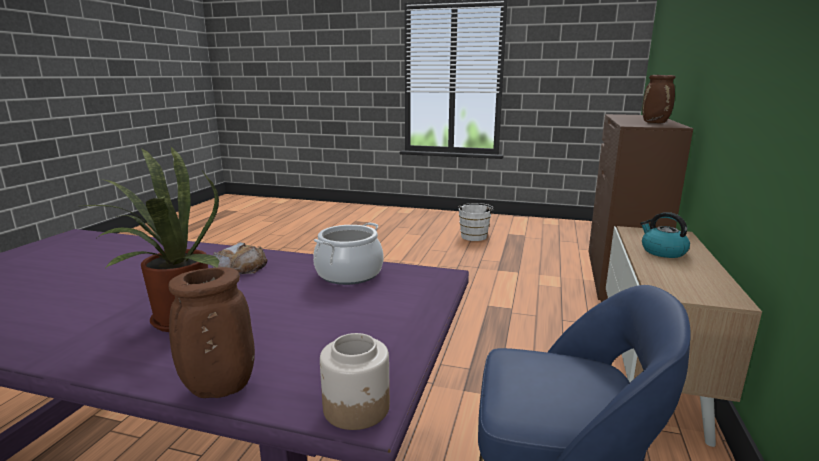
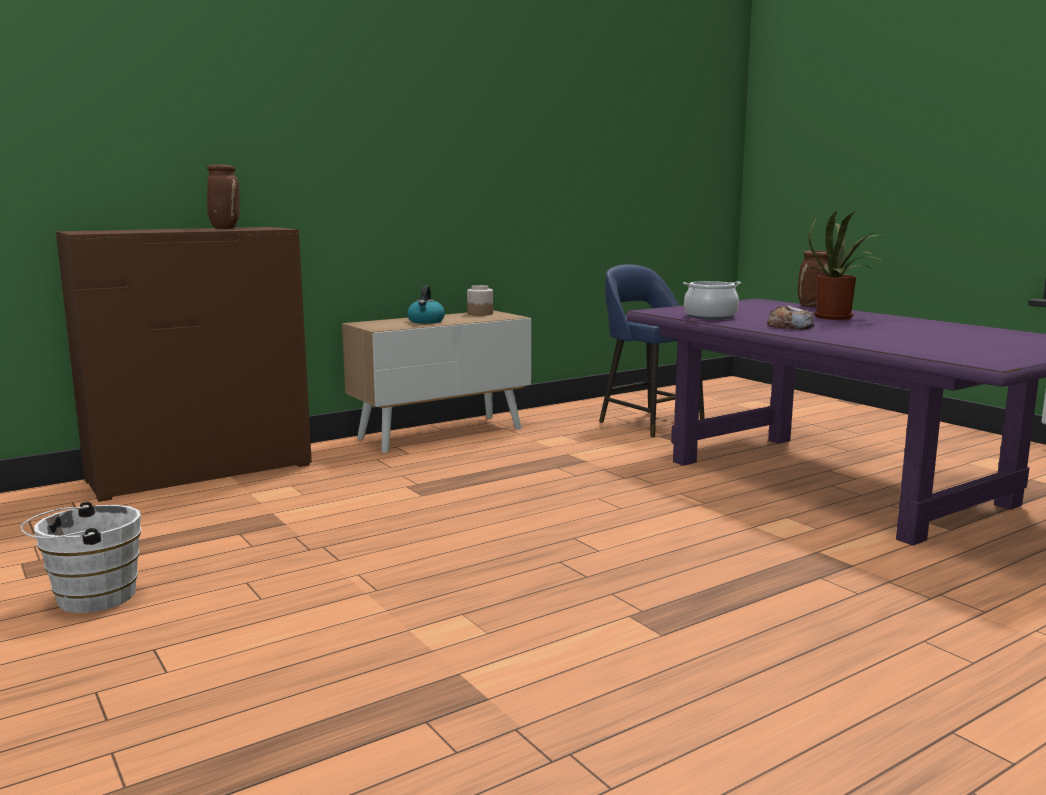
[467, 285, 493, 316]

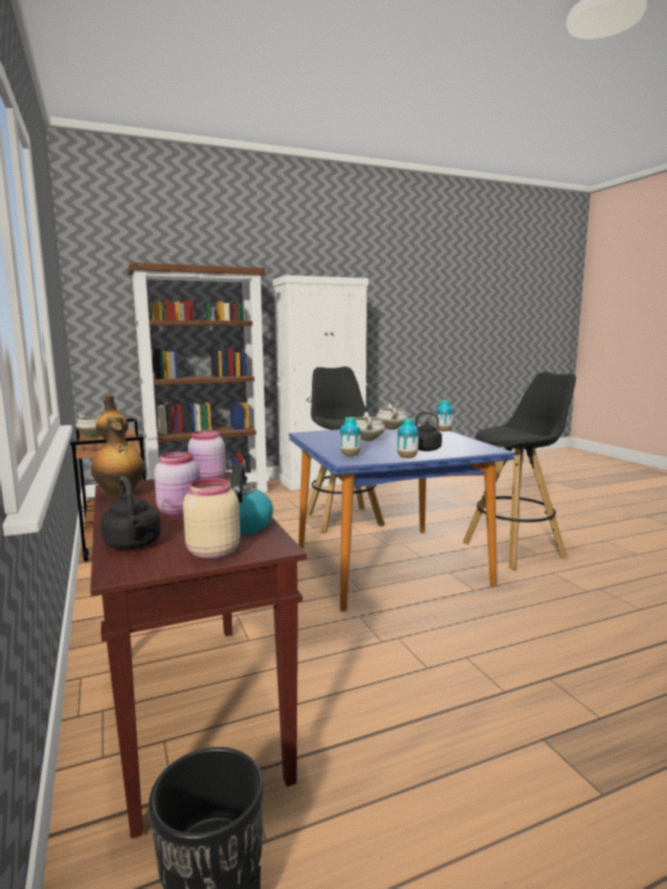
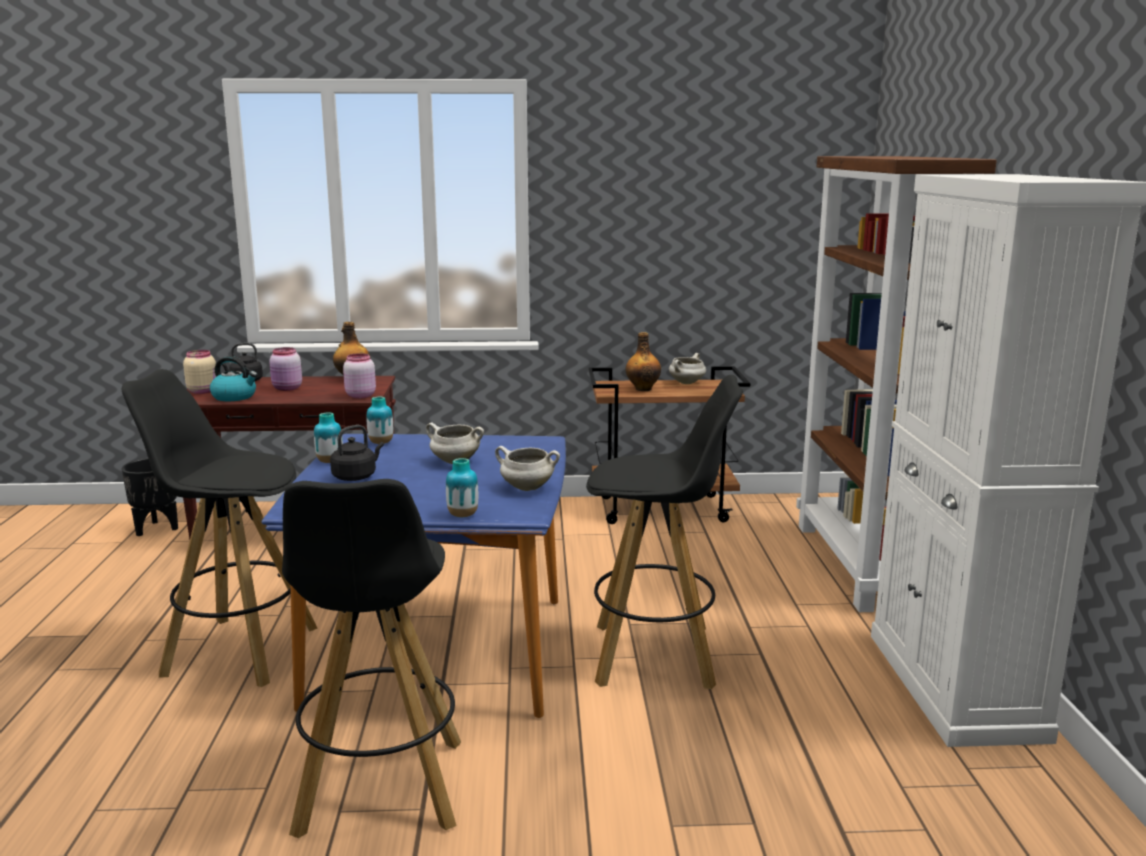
[122, 369, 318, 687]

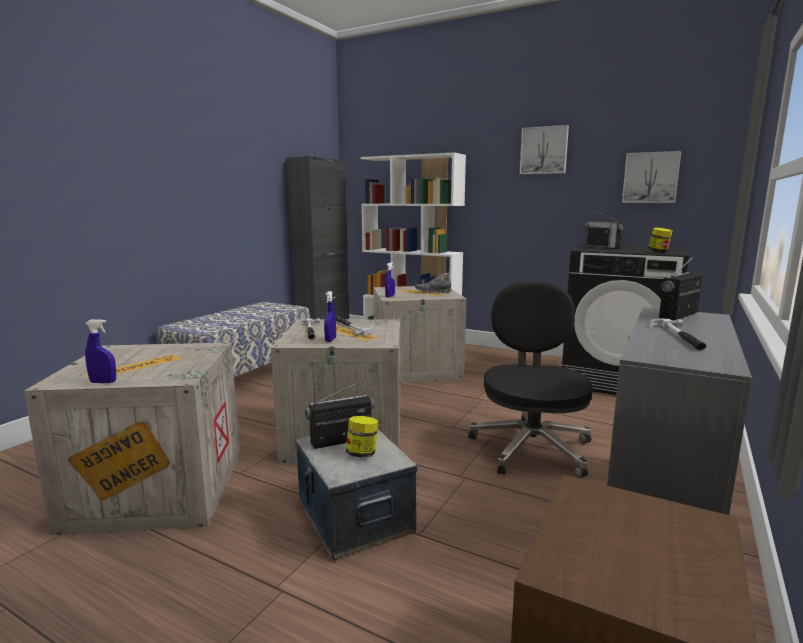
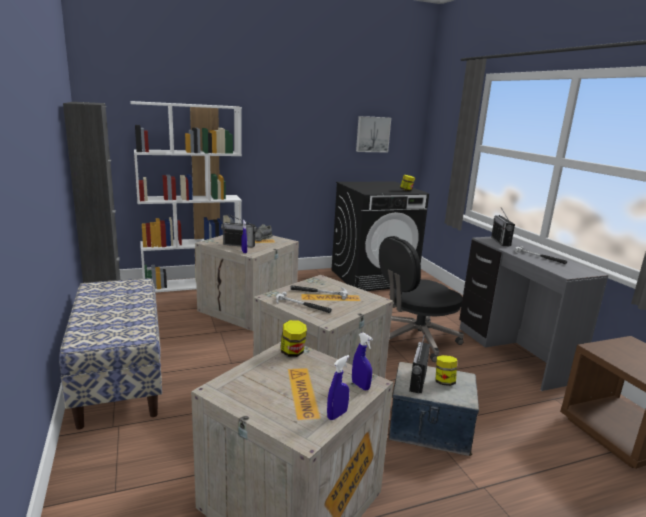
[221, 214, 257, 248]
[280, 320, 307, 357]
[352, 333, 373, 390]
[379, 236, 464, 362]
[520, 125, 569, 174] (first image)

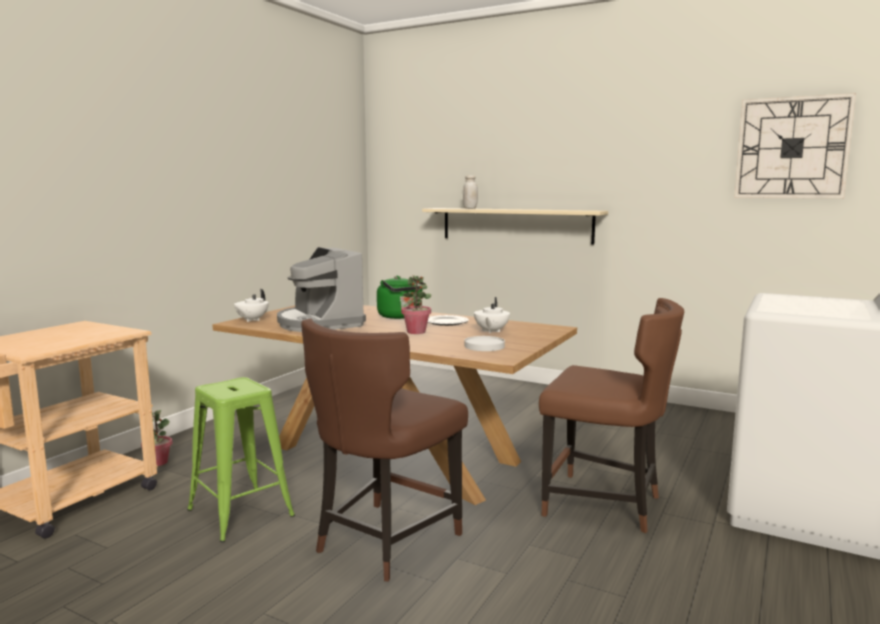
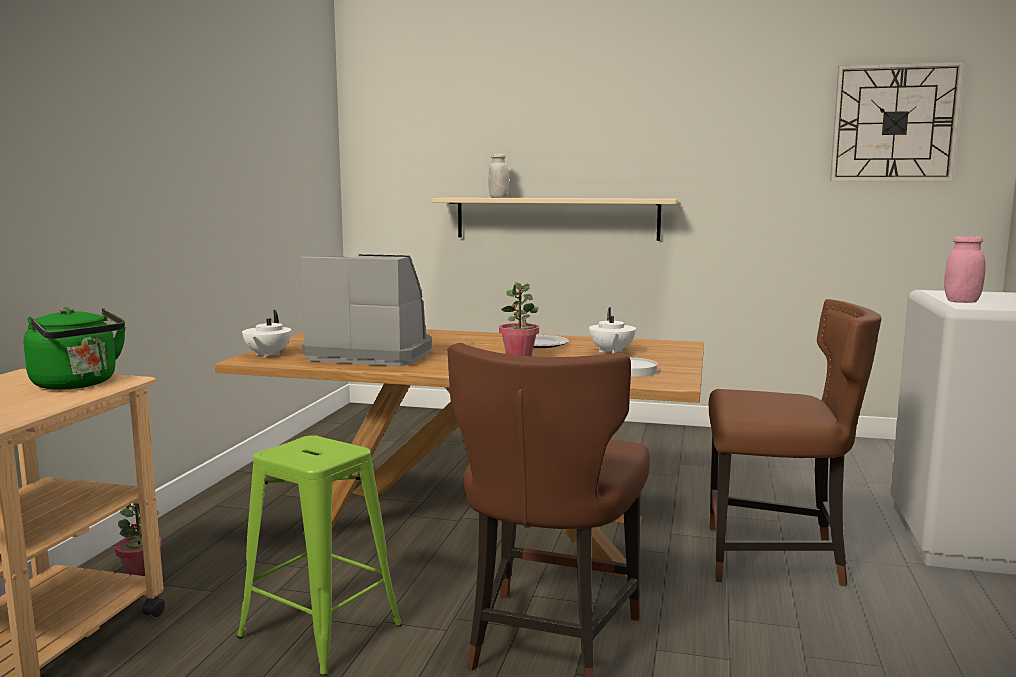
[24, 307, 126, 390]
[300, 254, 432, 366]
[944, 236, 986, 303]

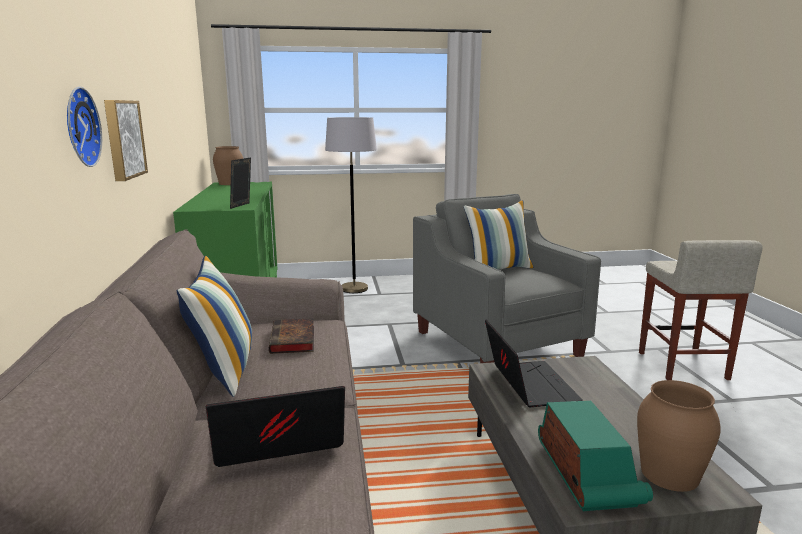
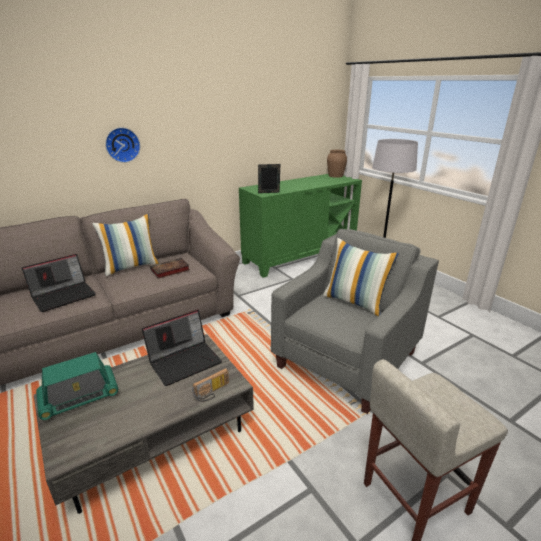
[22, 254, 96, 312]
[192, 368, 229, 402]
[104, 100, 148, 181] (first image)
[637, 380, 721, 492] (first image)

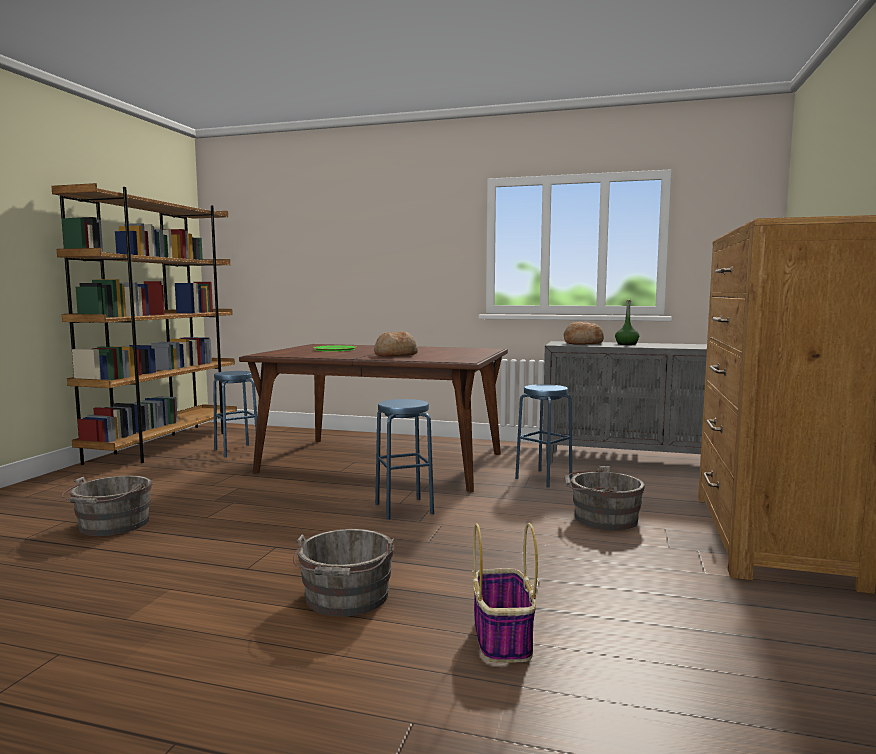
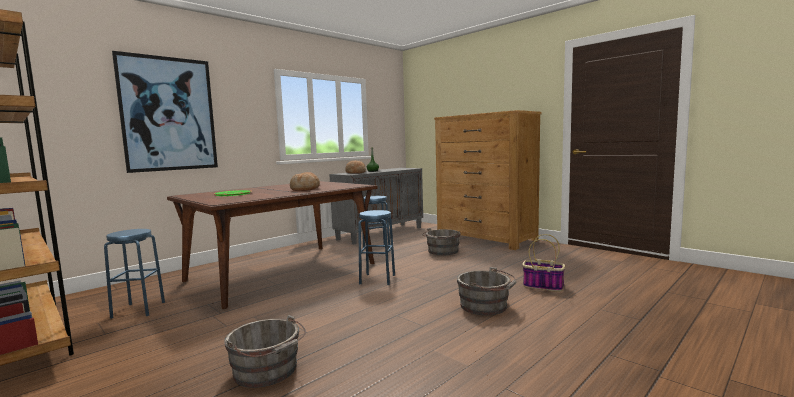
[112, 51, 218, 173]

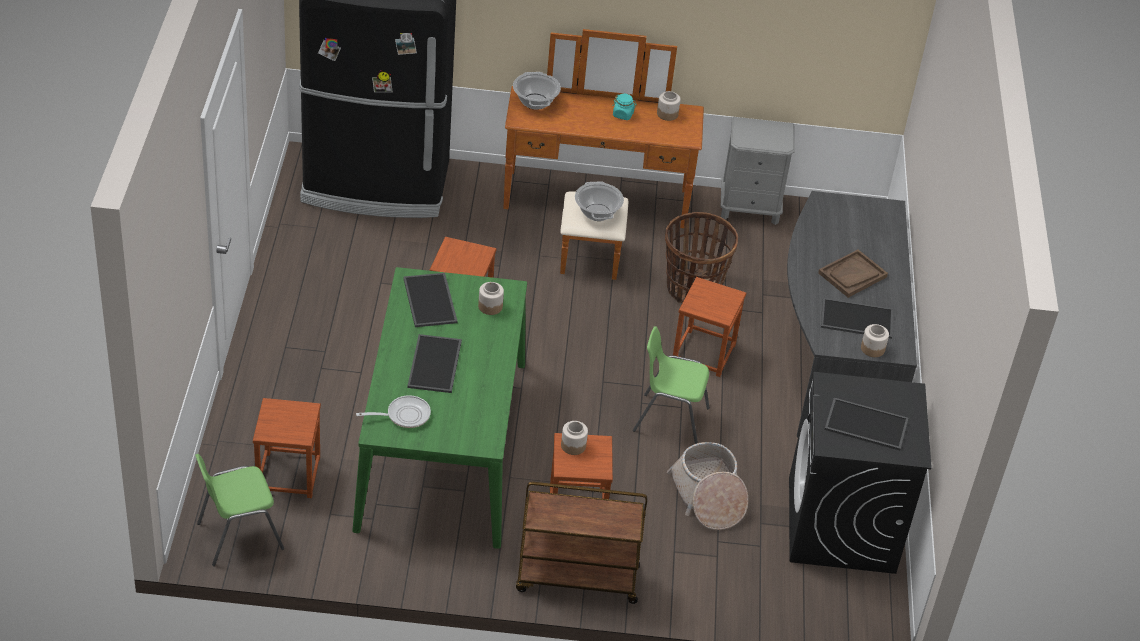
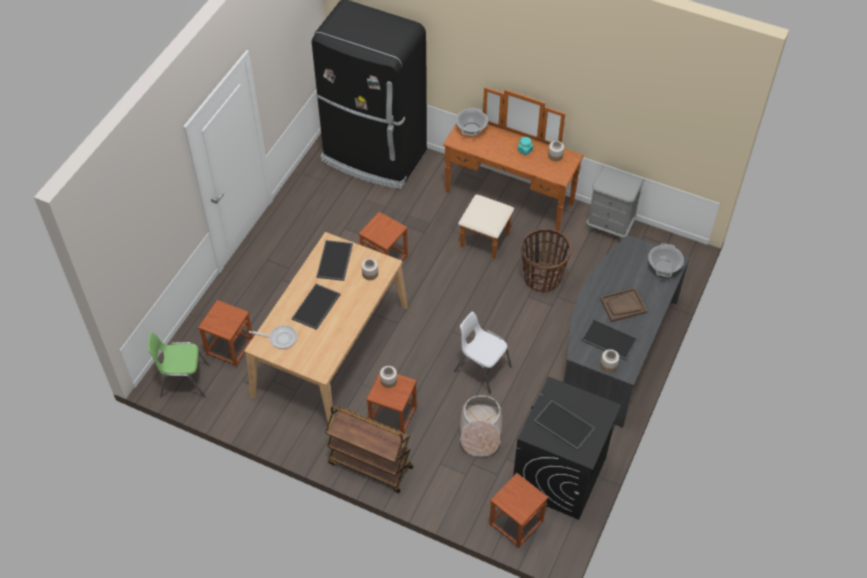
[245, 232, 408, 427]
[454, 312, 512, 394]
[489, 473, 548, 548]
[648, 243, 684, 277]

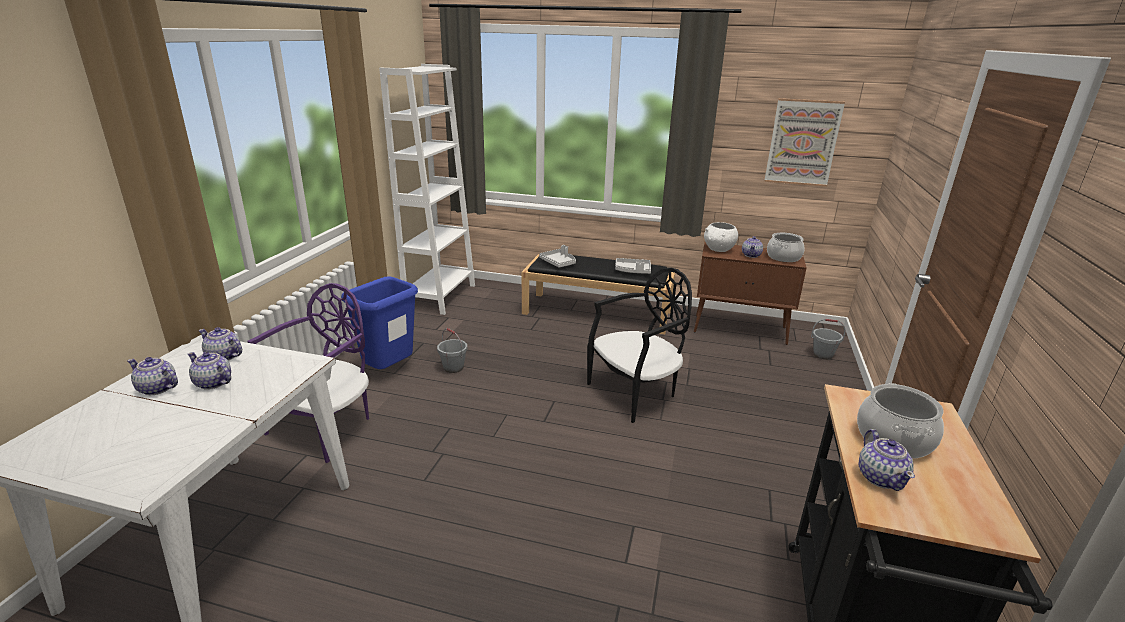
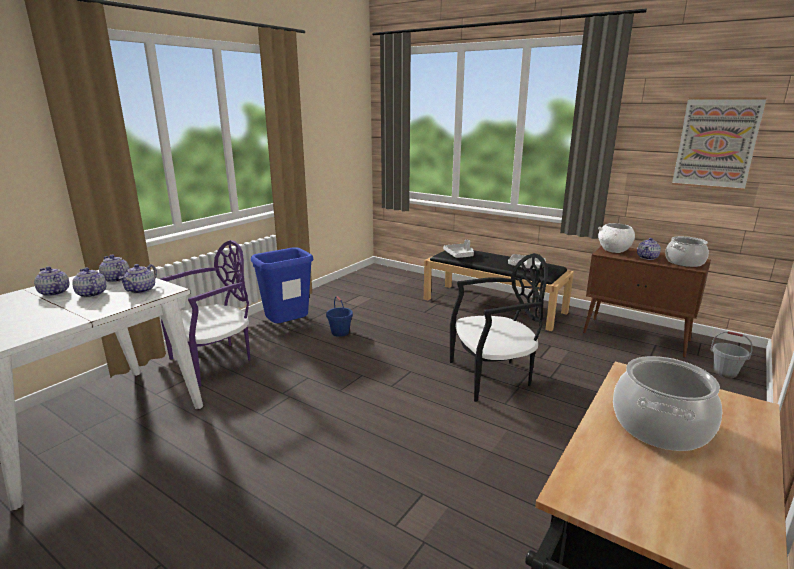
[119, 264, 157, 294]
[326, 296, 353, 337]
[379, 64, 475, 315] (first image)

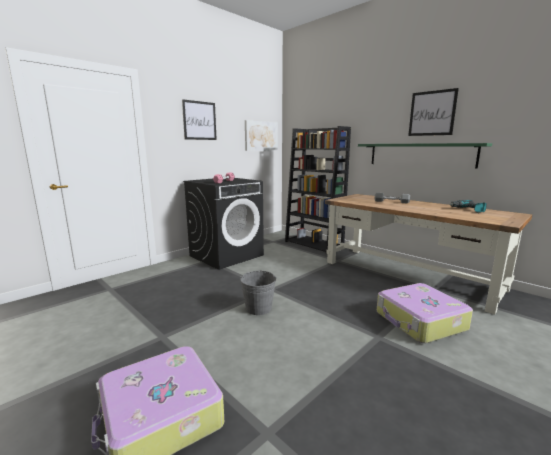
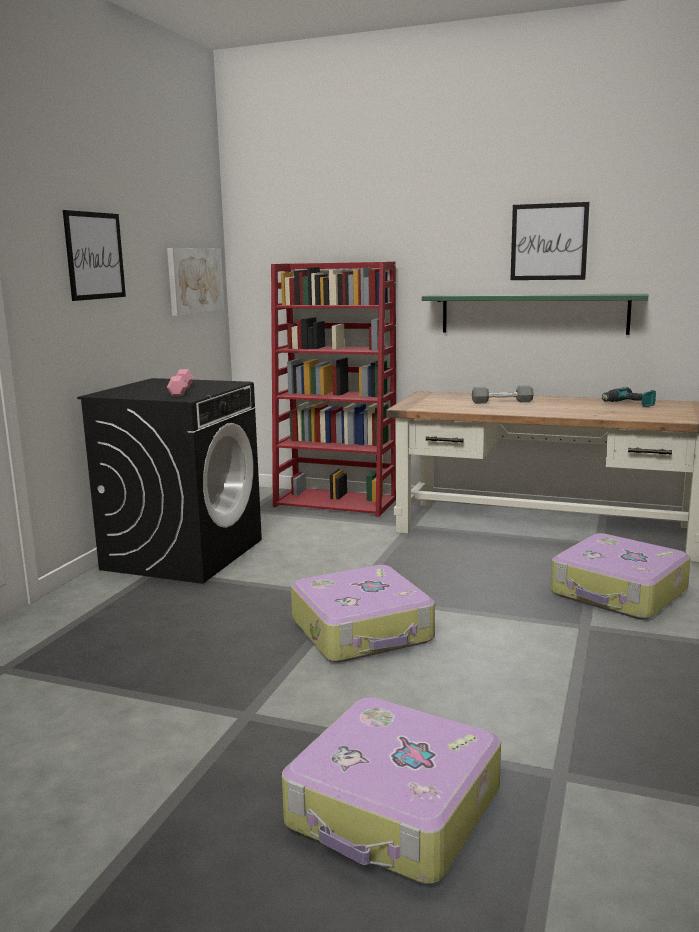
[271, 261, 396, 517]
[291, 565, 435, 662]

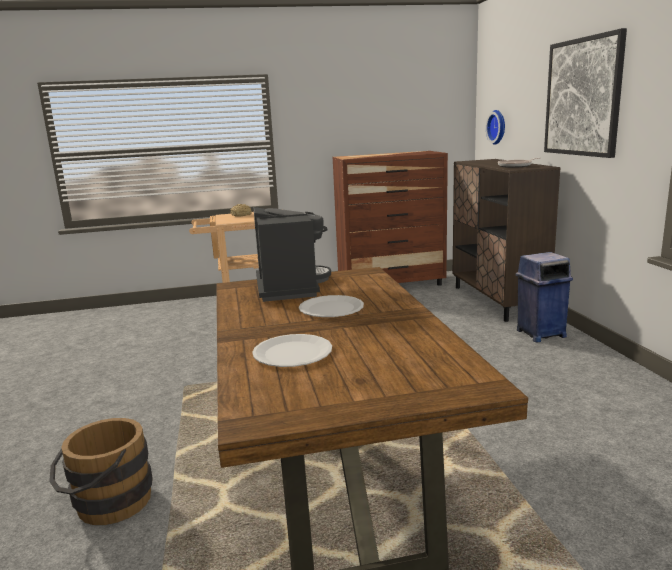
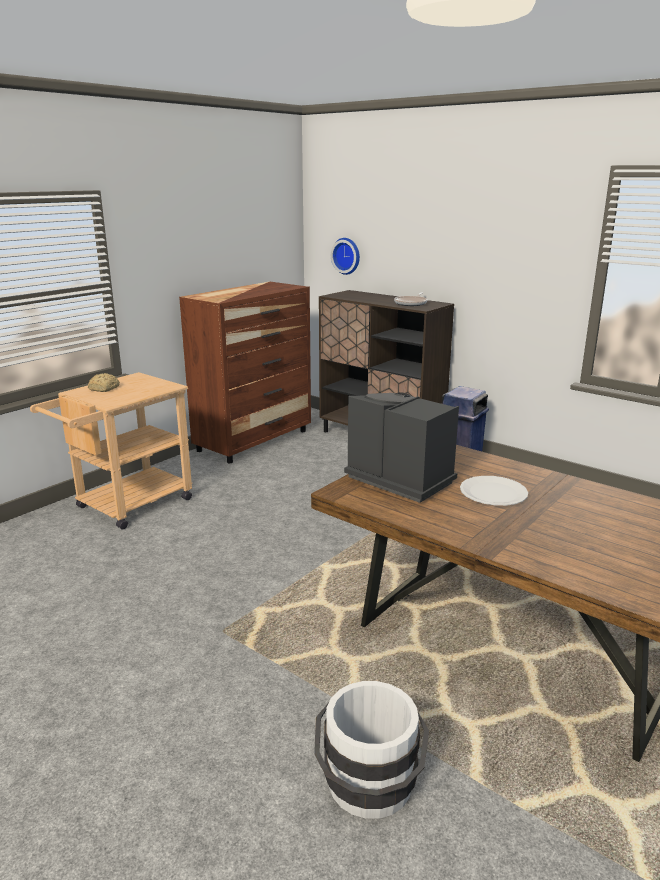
[314, 681, 429, 819]
[252, 334, 332, 367] (first image)
[544, 28, 627, 158] (first image)

